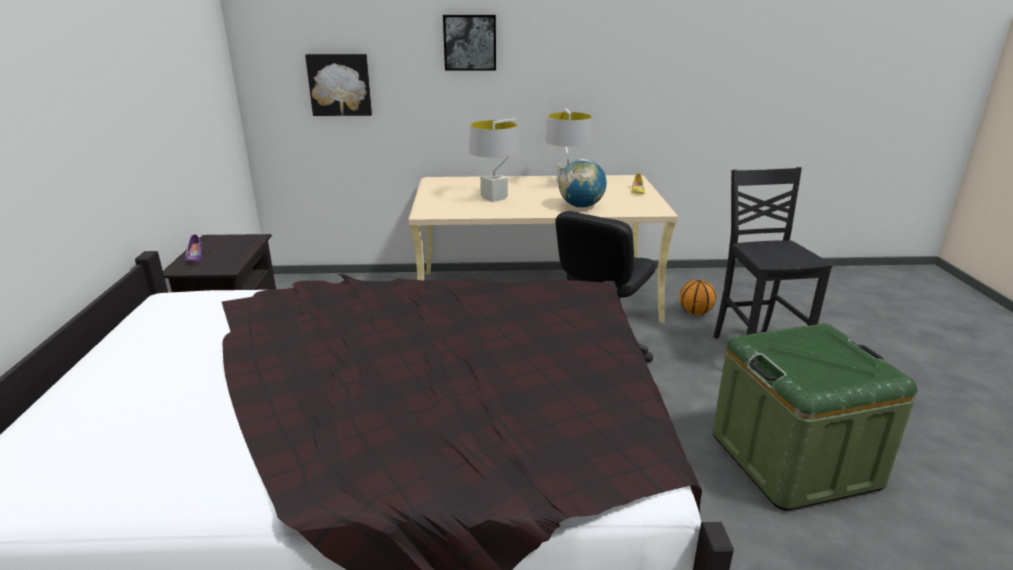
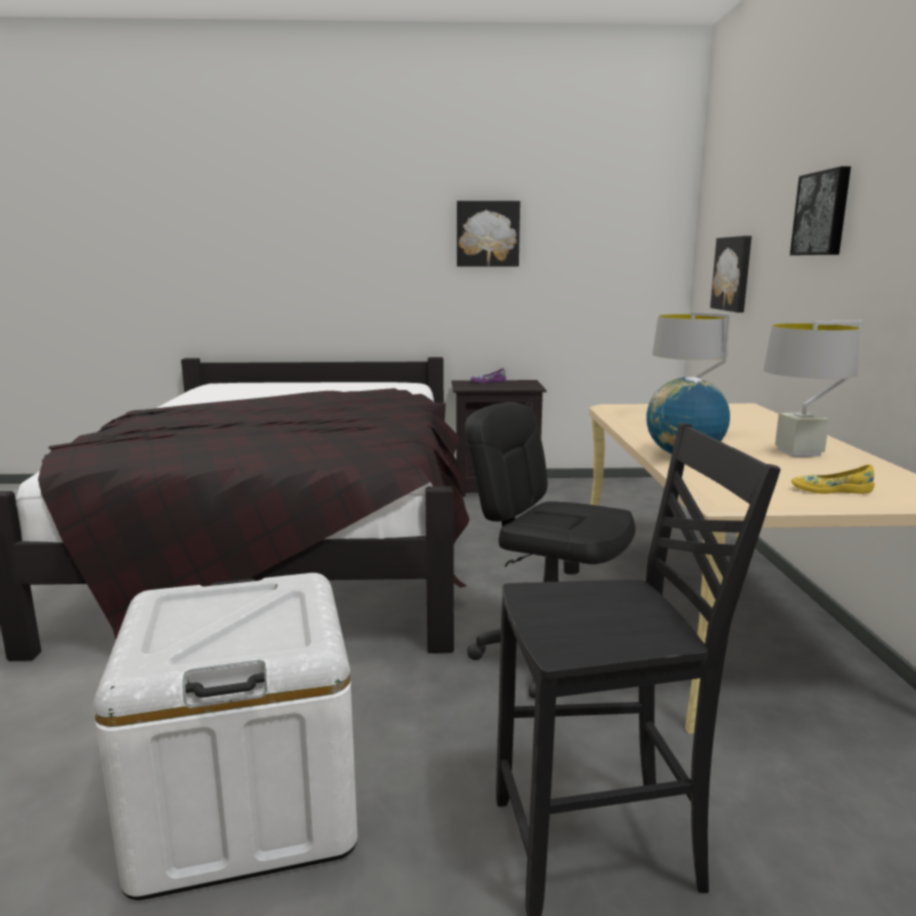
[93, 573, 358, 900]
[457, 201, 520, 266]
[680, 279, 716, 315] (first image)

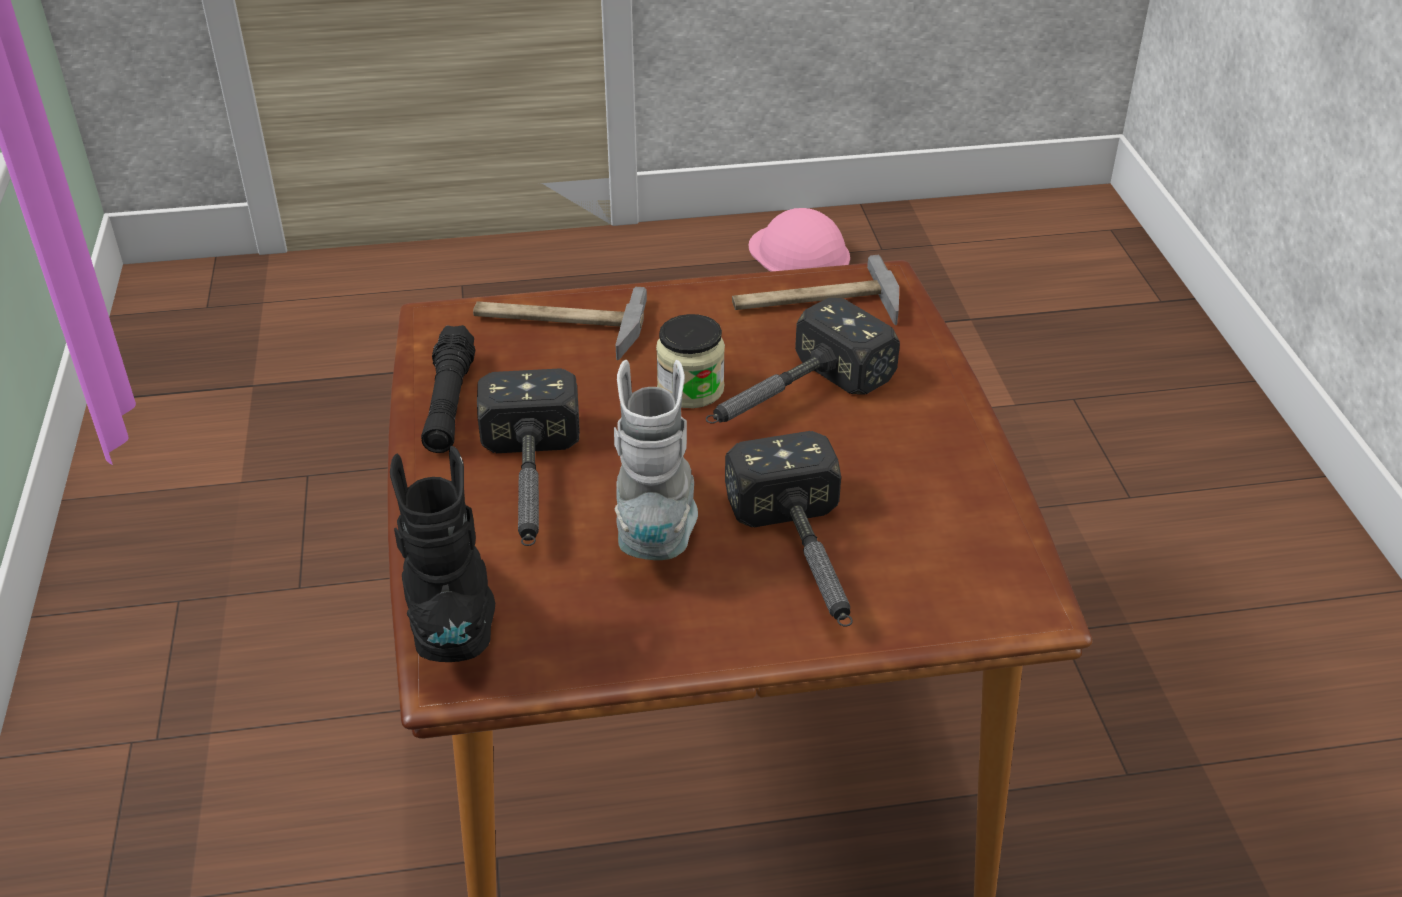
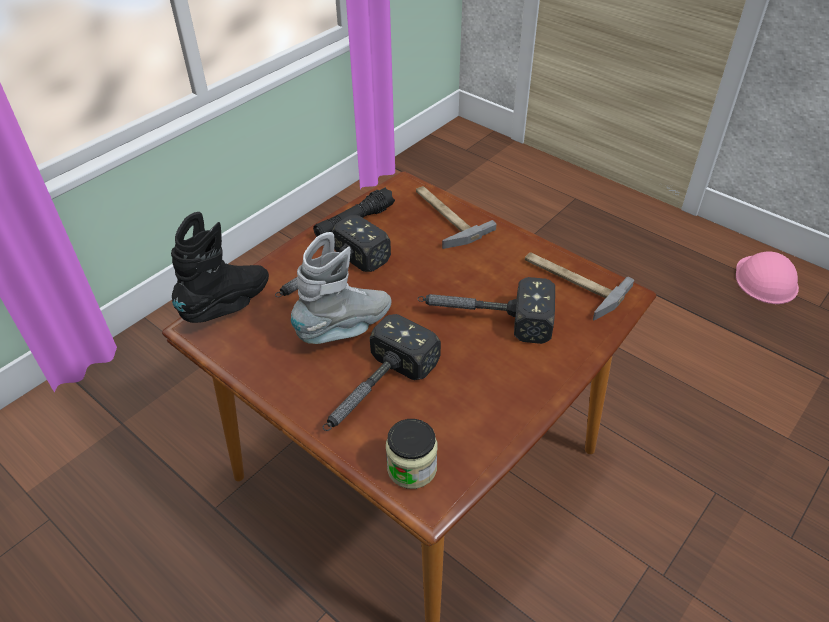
[386, 419, 437, 489]

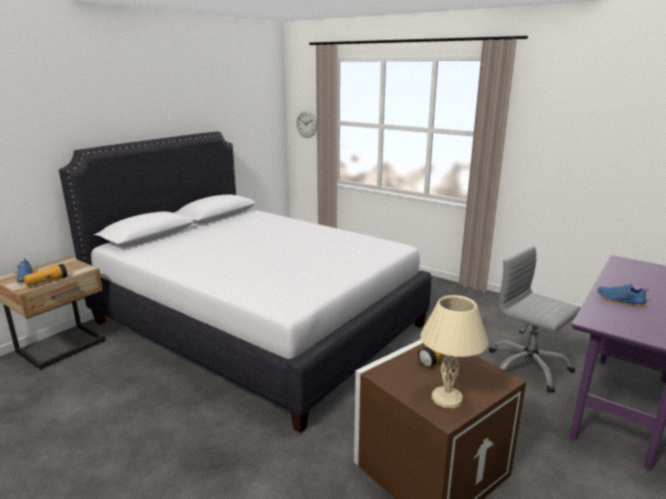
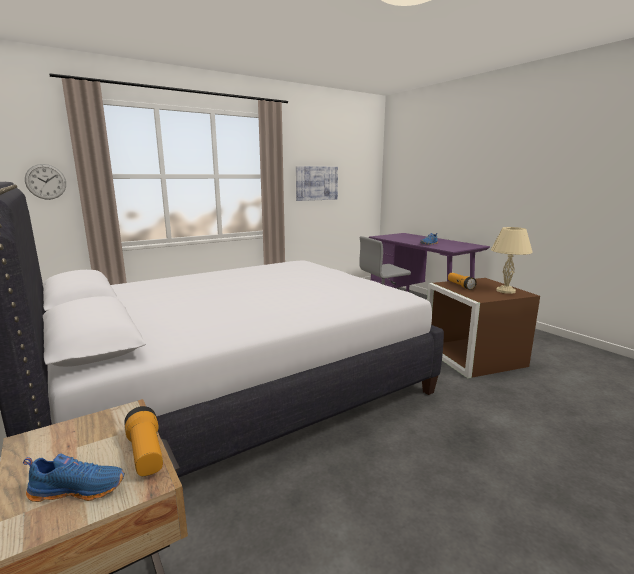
[296, 166, 338, 201]

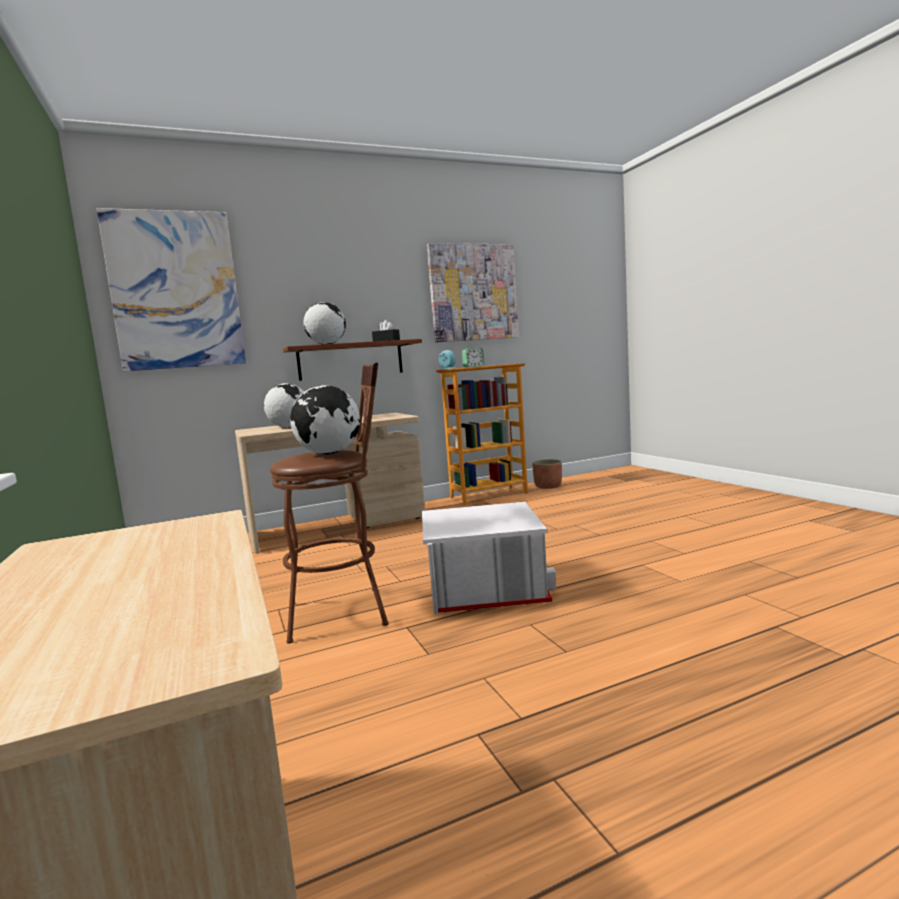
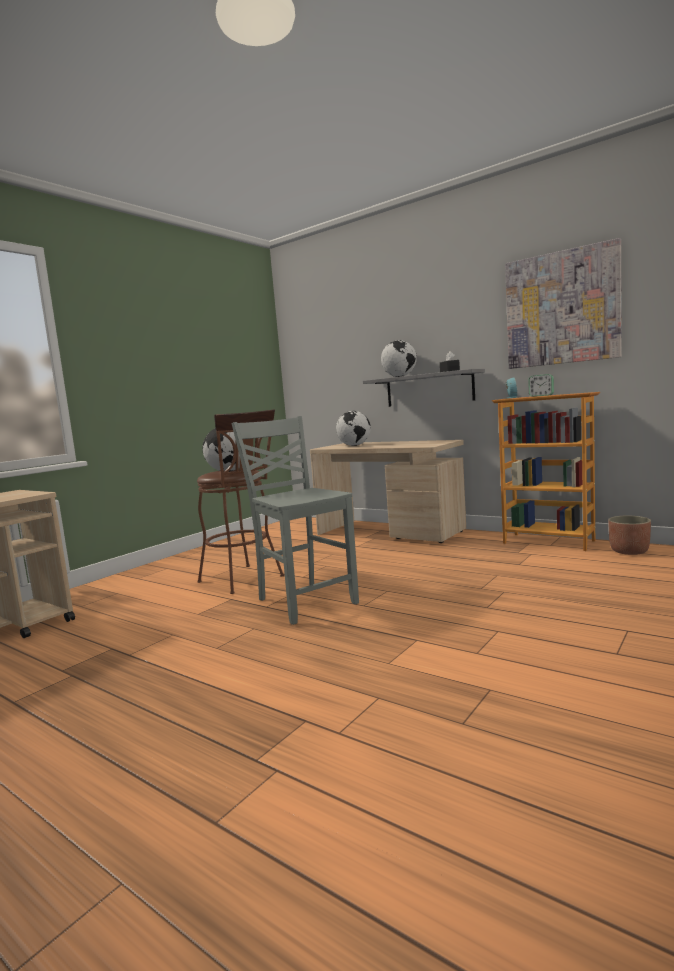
[232, 416, 359, 625]
[363, 369, 485, 407]
[97, 208, 246, 371] (first image)

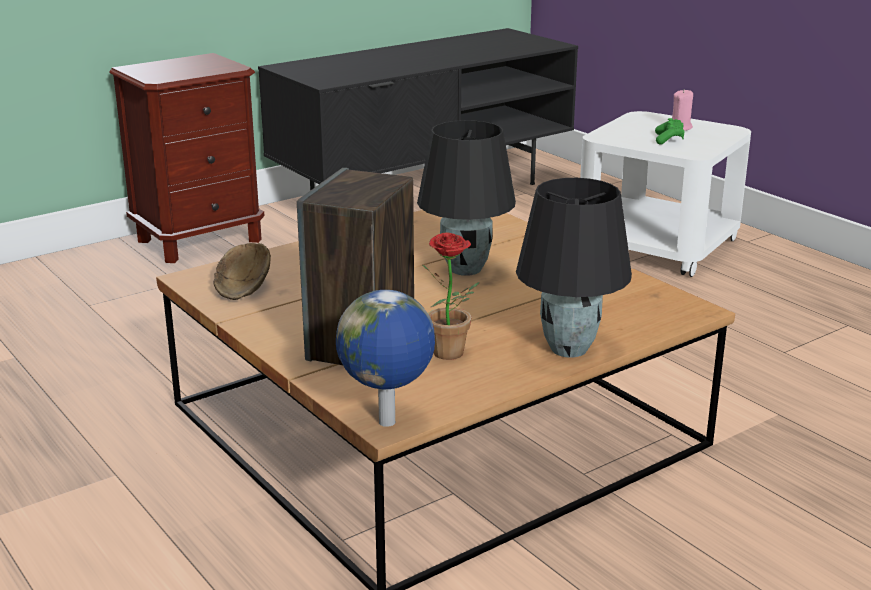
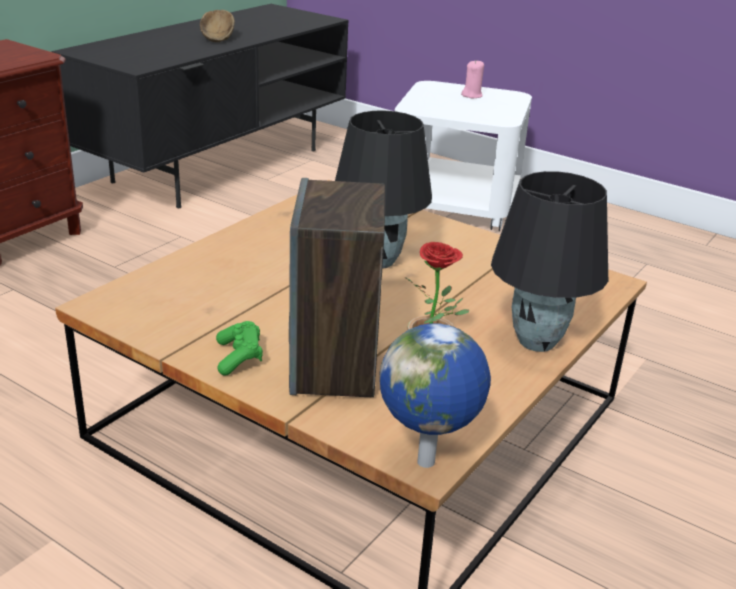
[200, 10, 235, 42]
[216, 321, 263, 375]

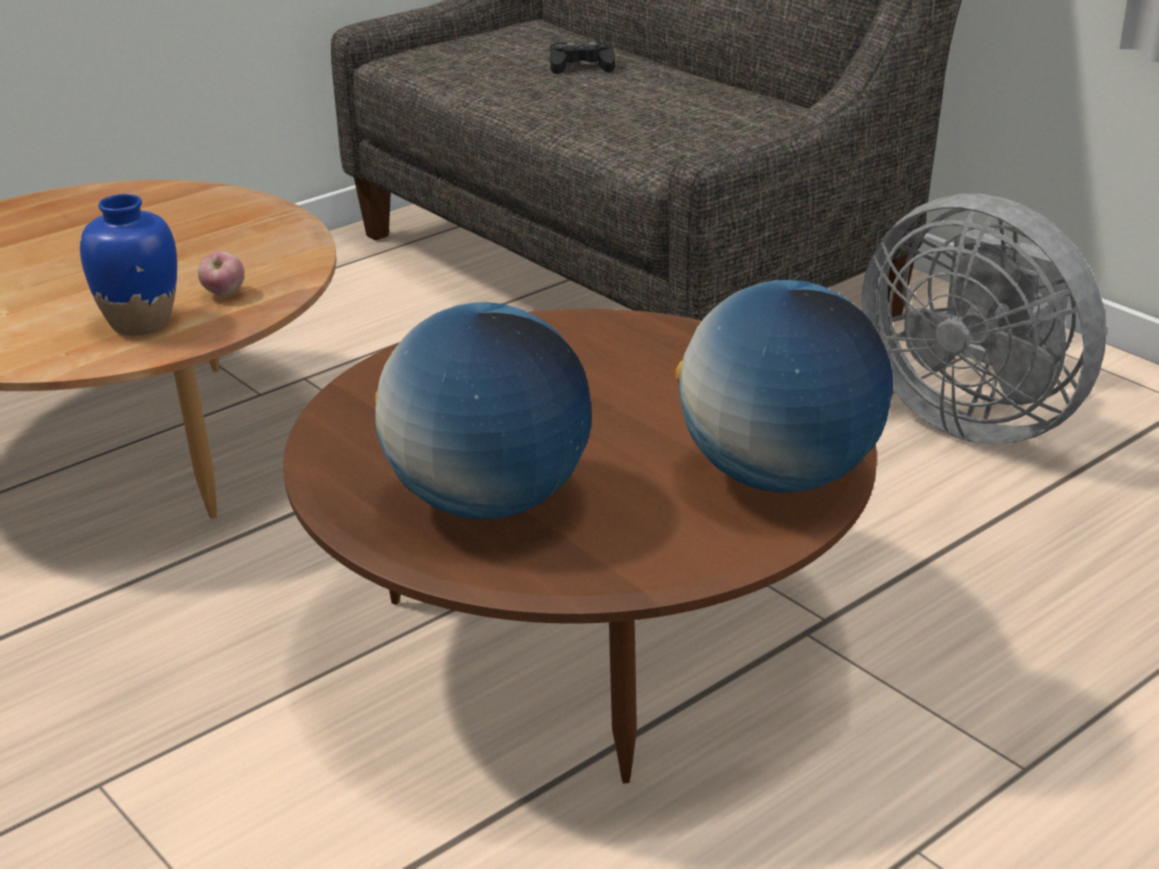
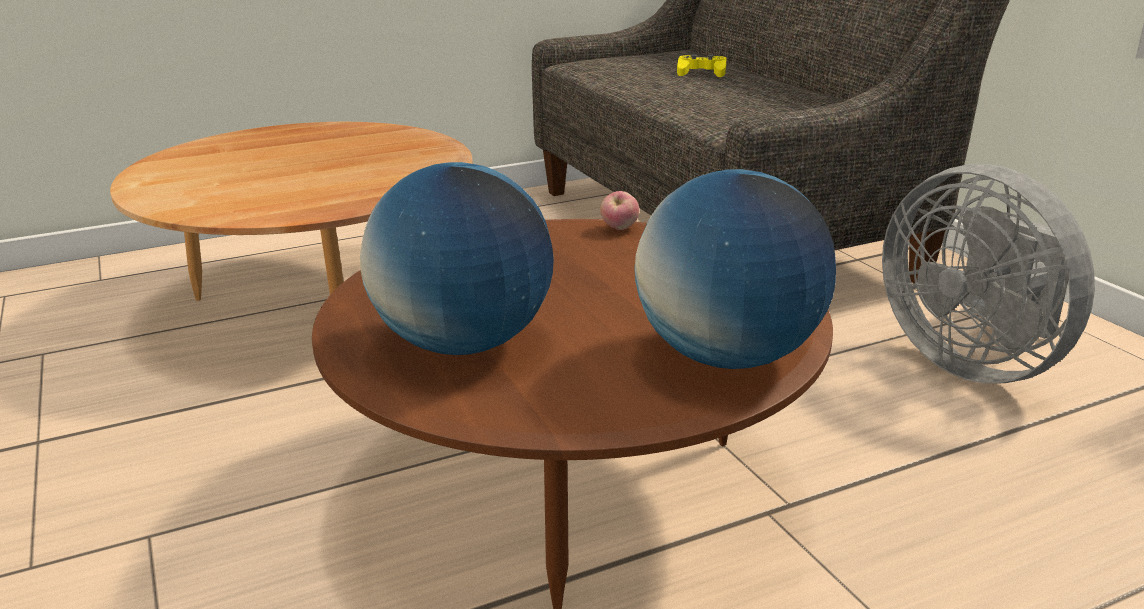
[600, 191, 639, 230]
[677, 55, 727, 77]
[80, 194, 177, 336] (first image)

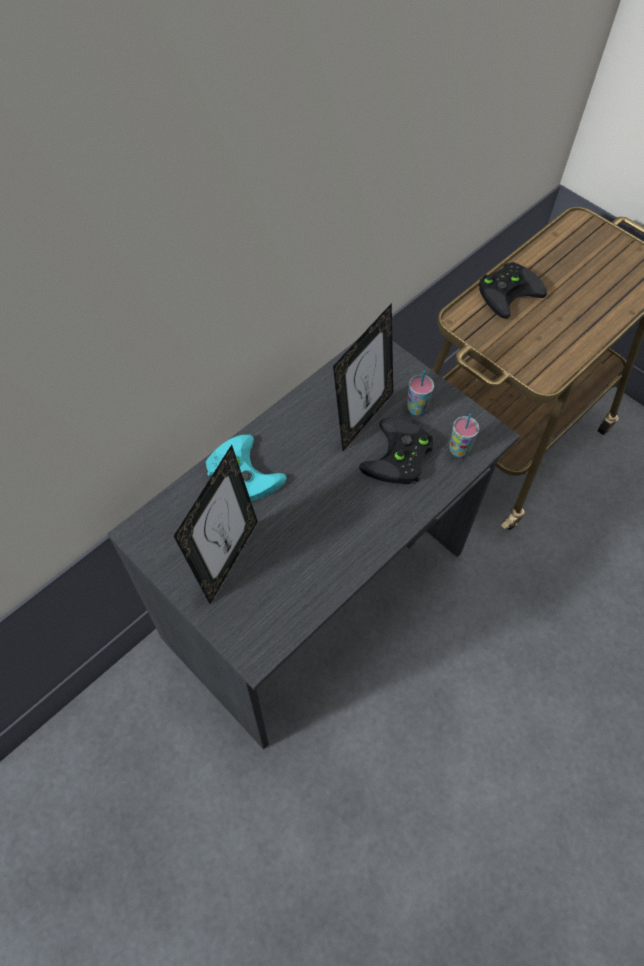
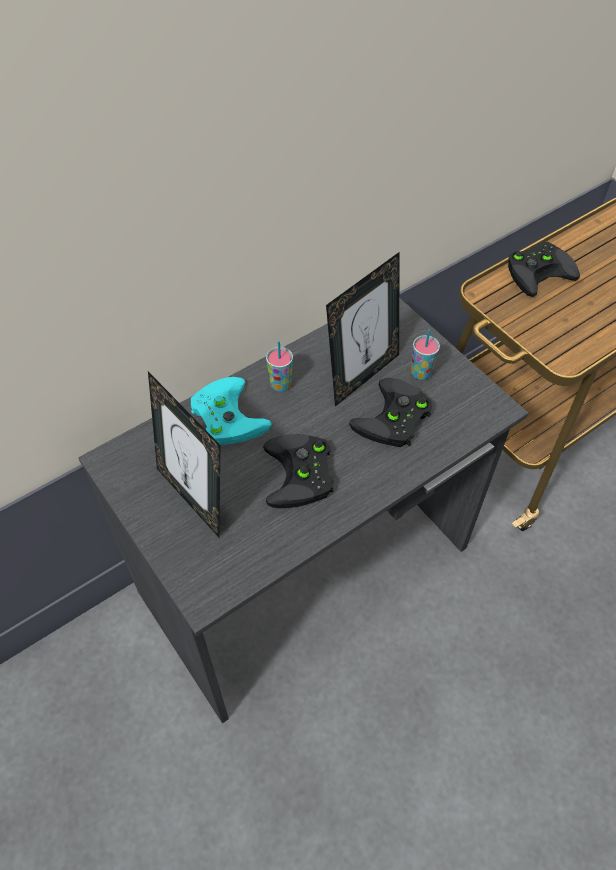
[148, 371, 220, 537]
[263, 434, 334, 508]
[266, 341, 293, 392]

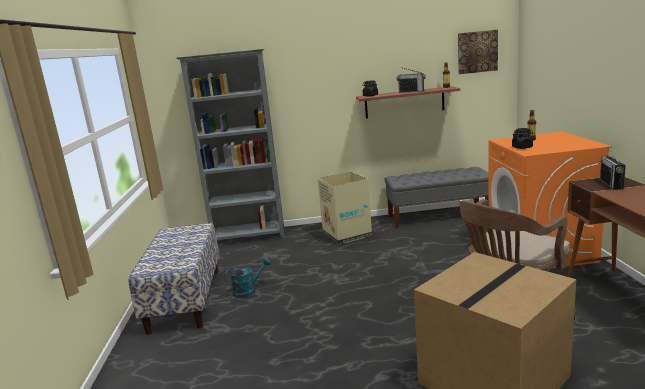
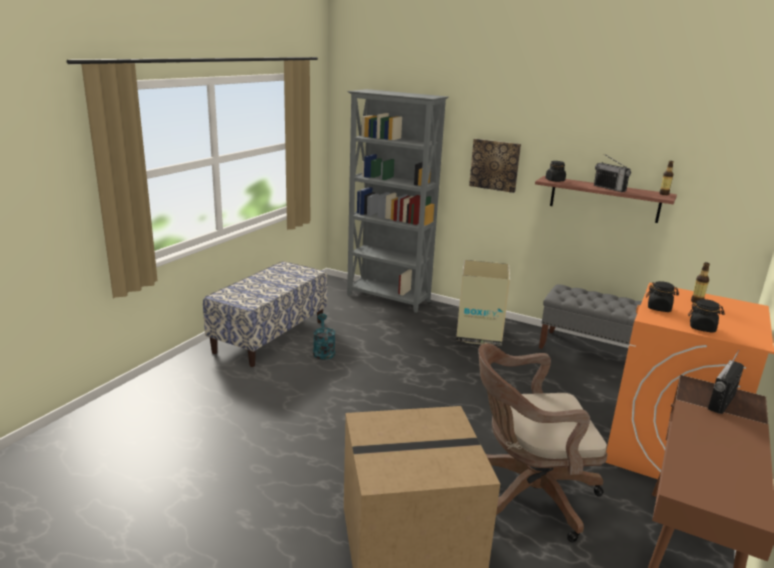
[313, 314, 335, 360]
[469, 139, 521, 193]
[688, 299, 725, 333]

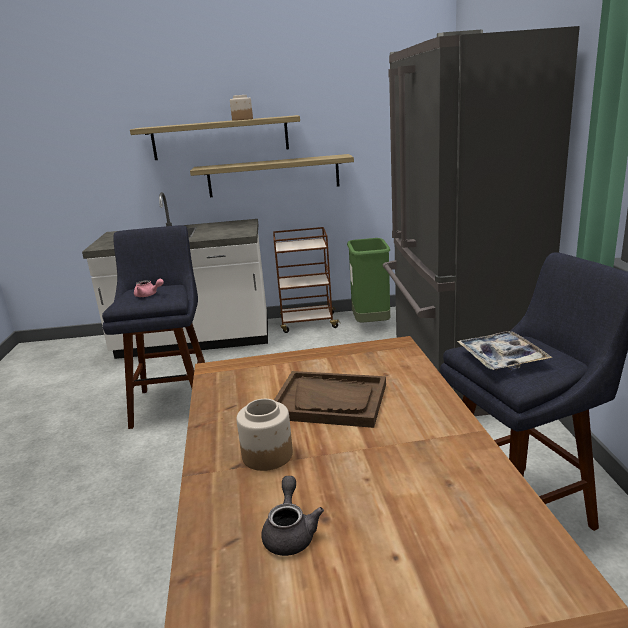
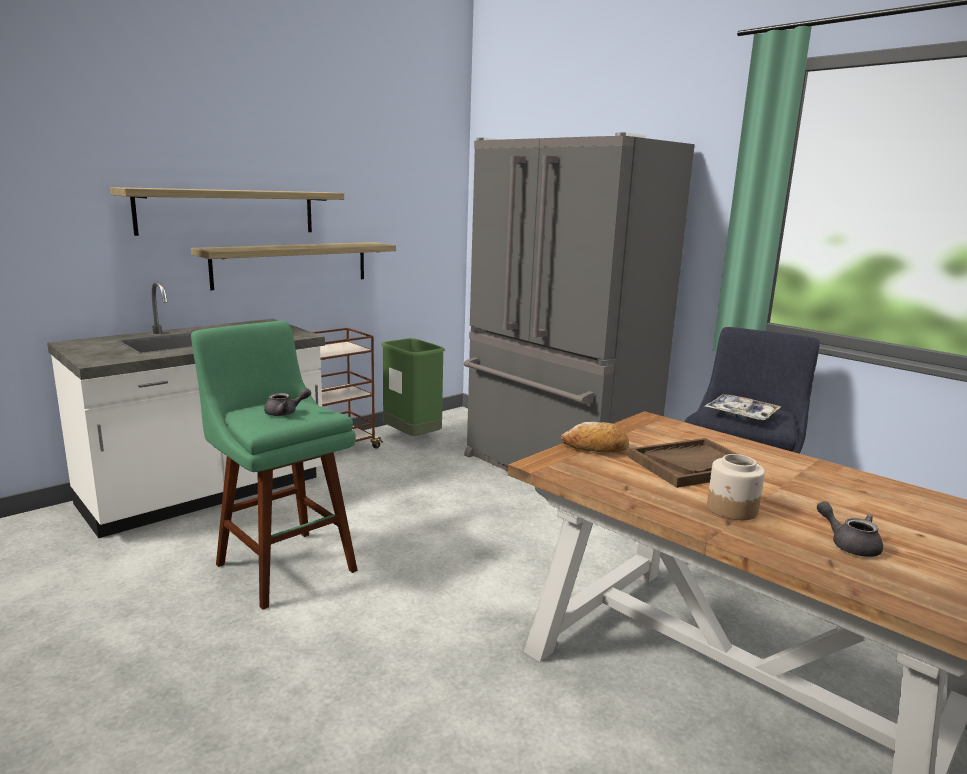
[191, 321, 358, 610]
[264, 388, 311, 416]
[561, 422, 629, 453]
[230, 95, 253, 121] (first image)

